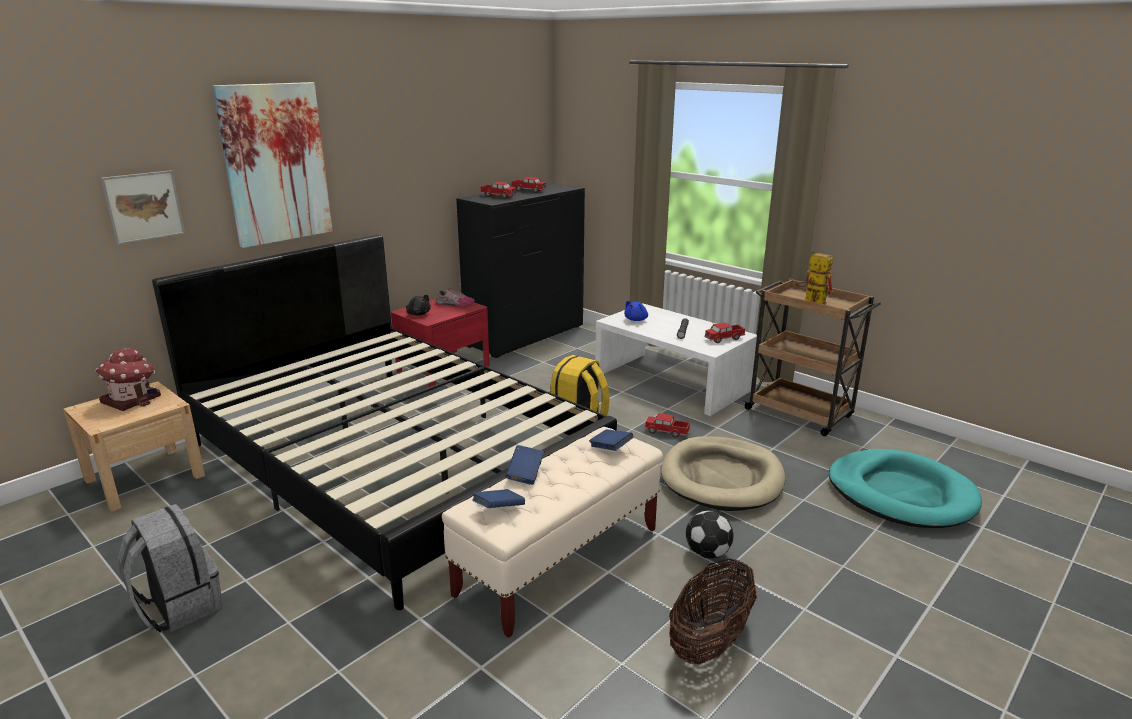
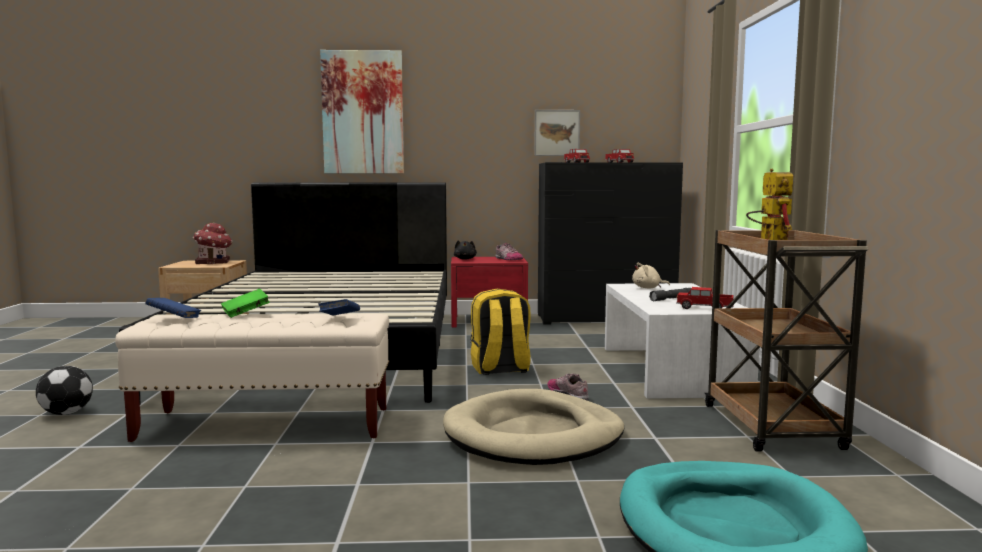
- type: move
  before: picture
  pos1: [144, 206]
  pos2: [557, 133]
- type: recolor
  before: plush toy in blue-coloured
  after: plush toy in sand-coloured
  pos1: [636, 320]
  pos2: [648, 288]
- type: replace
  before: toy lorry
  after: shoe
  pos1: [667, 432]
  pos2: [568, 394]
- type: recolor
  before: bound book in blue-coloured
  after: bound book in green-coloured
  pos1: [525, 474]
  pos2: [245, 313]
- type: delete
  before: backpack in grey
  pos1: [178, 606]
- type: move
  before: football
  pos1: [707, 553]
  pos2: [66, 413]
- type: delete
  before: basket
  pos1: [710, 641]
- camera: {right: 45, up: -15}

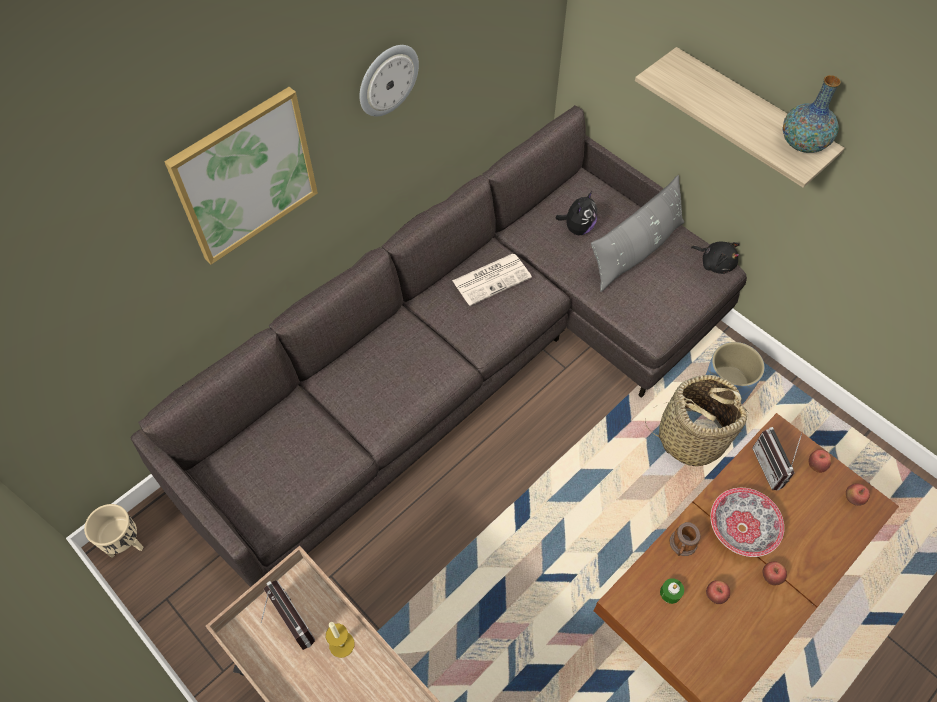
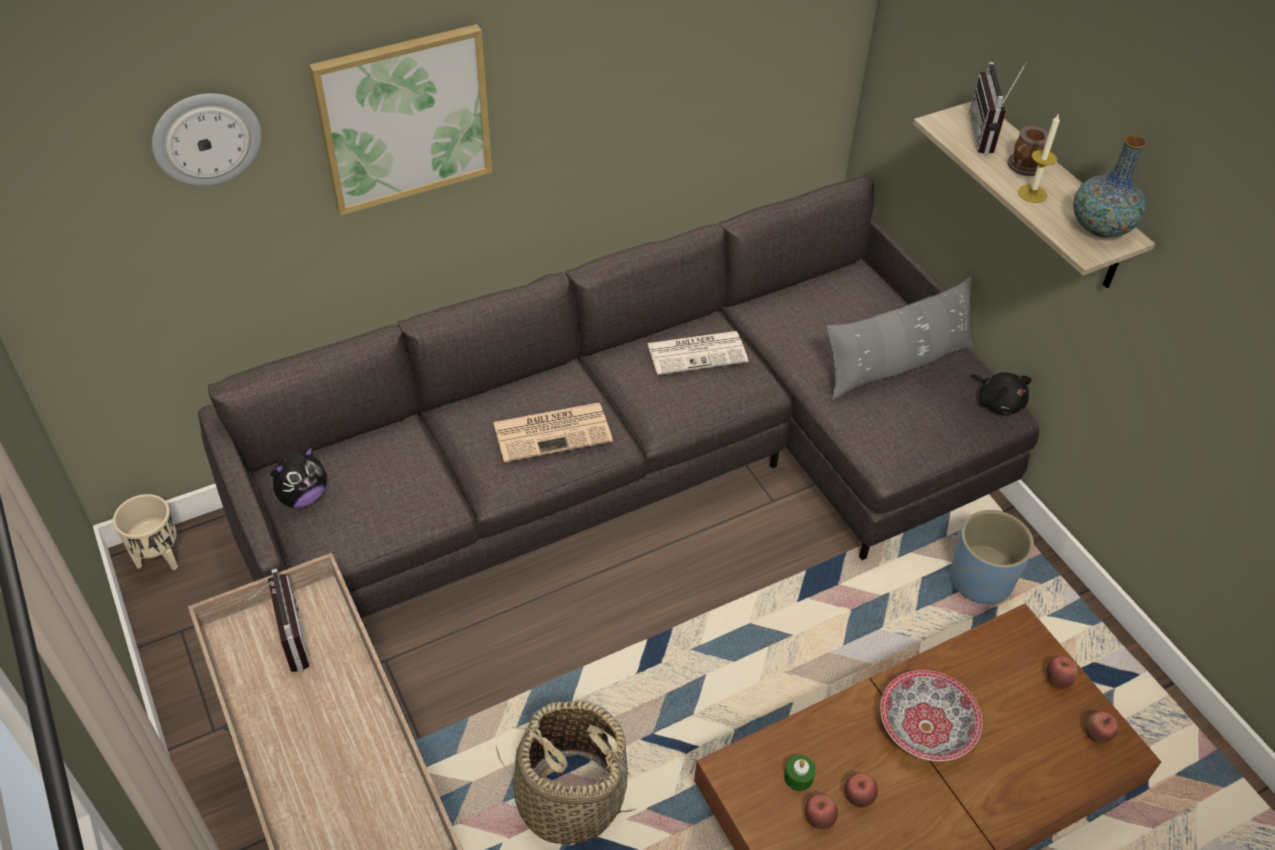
- type: move
  before: hanging clock
  pos1: [387, 79]
  pos2: [206, 138]
- type: move
  before: plush toy
  pos1: [577, 228]
  pos2: [303, 496]
- type: move
  before: basket
  pos1: [691, 437]
  pos2: [570, 797]
- type: move
  before: radio
  pos1: [773, 467]
  pos2: [989, 135]
- type: move
  before: coffee mug
  pos1: [682, 546]
  pos2: [1023, 167]
- type: move
  before: whole apple
  pos1: [770, 577]
  pos2: [818, 819]
- type: move
  before: candle
  pos1: [341, 644]
  pos2: [1032, 193]
- type: insert
  after: printed paper
  pos2: [554, 431]
- camera: {right: 15, up: -10}

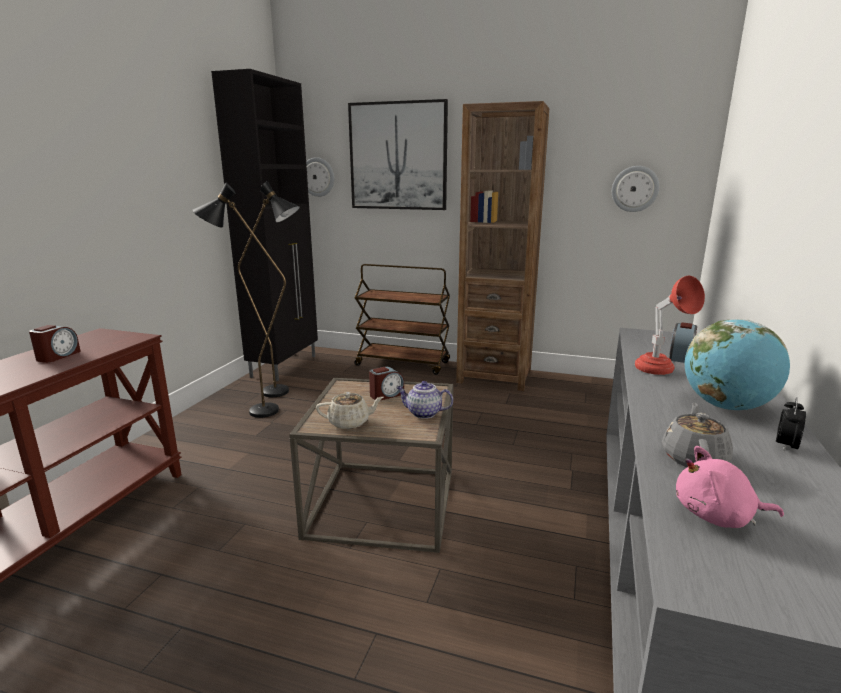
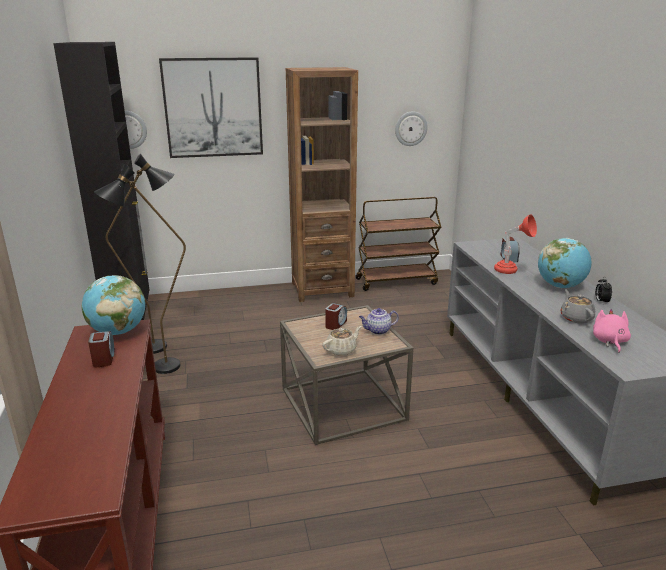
- type: move
  before: cart in brown-coloured
  pos1: [403, 364]
  pos2: [396, 281]
- type: rotate
  before: plush toy in pink-coloured
  pos1: [717, 516]
  pos2: [609, 341]
  turn: 120
- type: insert
  after: desk globe
  pos2: [118, 332]
- camera: {right: -30, up: 5}

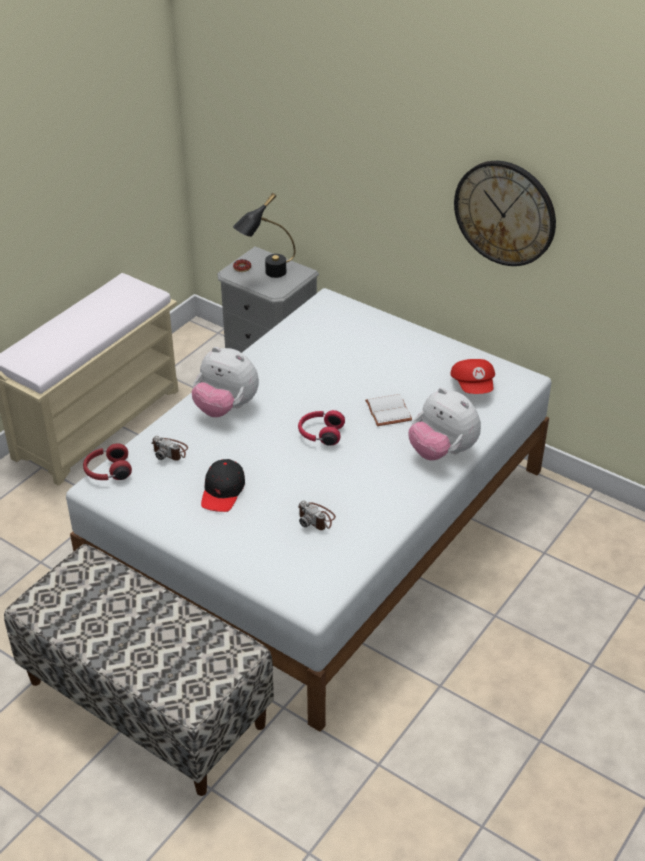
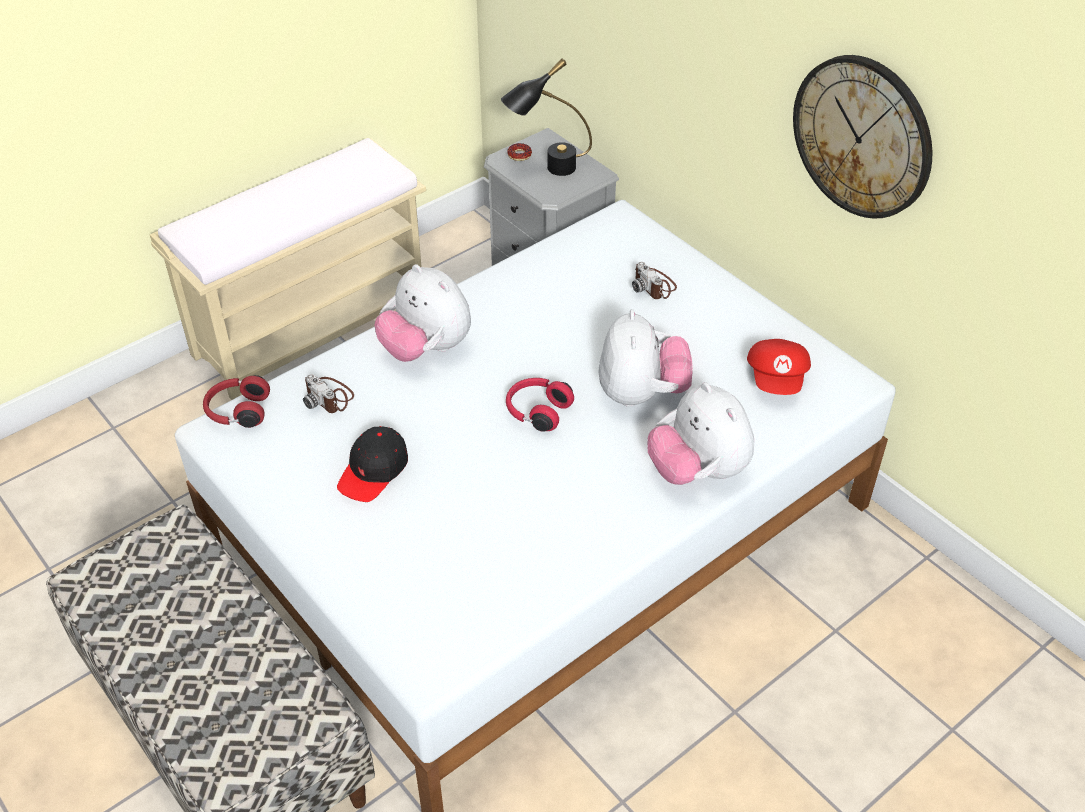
- type: replace
  before: bound book in whitish
  after: plush toy
  pos1: [387, 411]
  pos2: [641, 394]
- type: move
  before: still camera
  pos1: [316, 518]
  pos2: [654, 286]
- camera: {right: 15, up: 5}

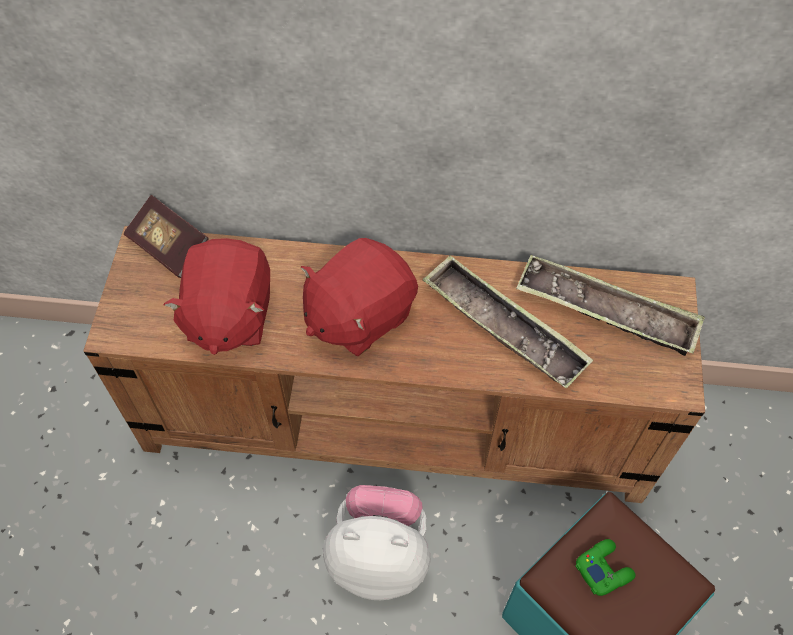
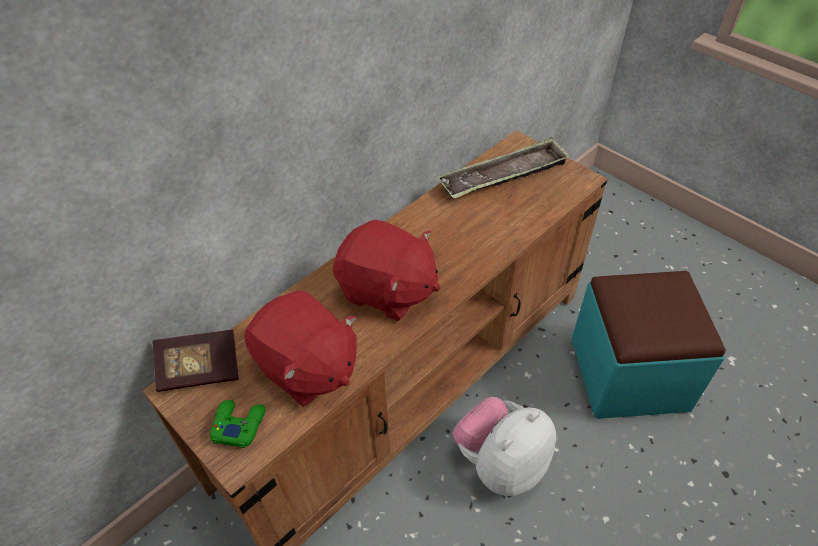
- type: rotate
  before: plush toy in red
  pos1: [358, 315]
  pos2: [387, 291]
  turn: -60
- type: delete
  before: serving tray
  pos1: [503, 326]
- type: move
  before: game controller in green-coloured
  pos1: [603, 569]
  pos2: [238, 425]
- camera: {right: -50, up: -10}

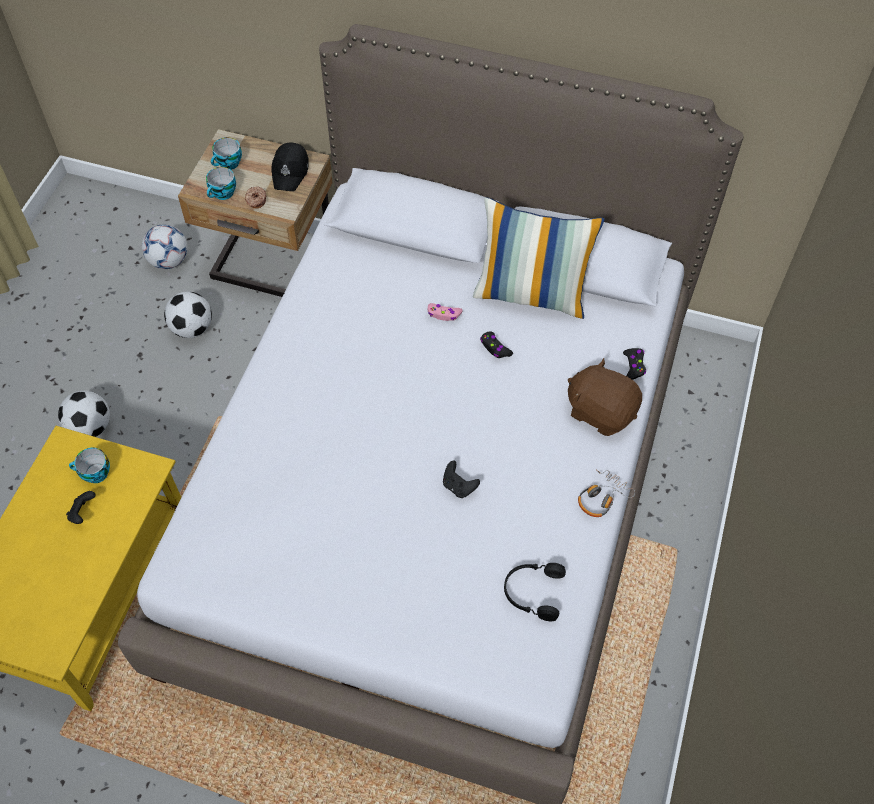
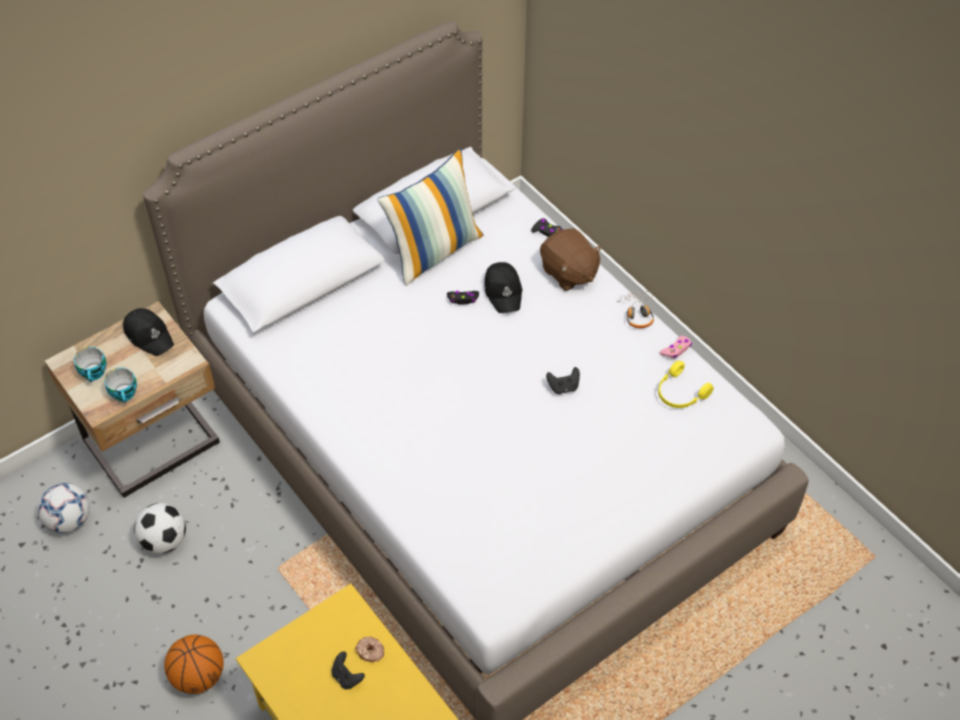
- type: move
  before: donut
  pos1: [256, 200]
  pos2: [370, 652]
- type: move
  before: game controller in pink-coloured
  pos1: [444, 314]
  pos2: [676, 350]
- type: rotate
  before: plush toy in brown-coloured
  pos1: [601, 411]
  pos2: [568, 272]
  turn: -105
- type: replace
  before: football
  after: basketball
  pos1: [90, 427]
  pos2: [198, 676]
- type: delete
  before: cup
  pos1: [94, 474]
- type: recolor
  before: headset in black-coloured
  after: headset in yellow
  pos1: [532, 592]
  pos2: [680, 393]
- type: insert
  after: baseball cap in black-coloured
  pos2: [504, 291]
- camera: {right: -55, up: -5}

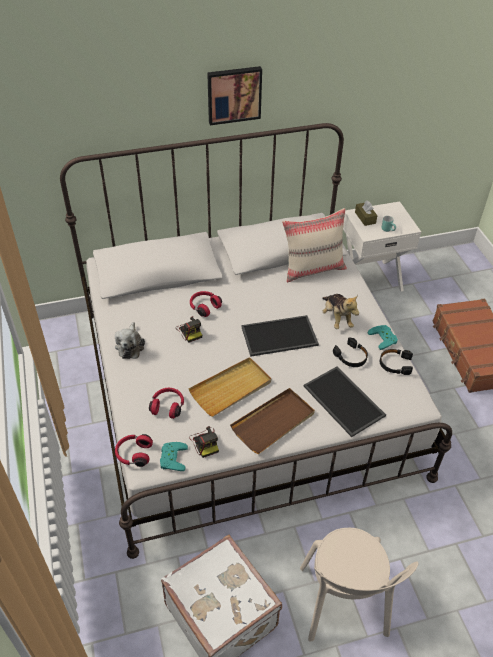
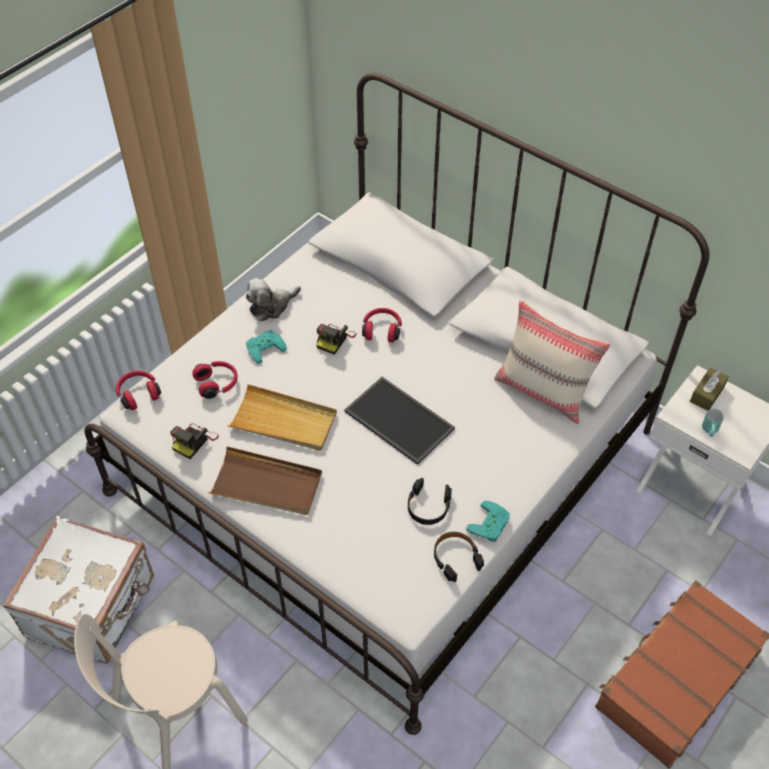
- type: delete
  before: picture
  pos1: [234, 94]
- type: delete
  before: plush toy
  pos1: [337, 318]
- type: delete
  before: serving tray
  pos1: [345, 401]
- type: move
  before: game controller in blue-green
  pos1: [171, 458]
  pos2: [264, 346]
- camera: {right: 55, up: 5}

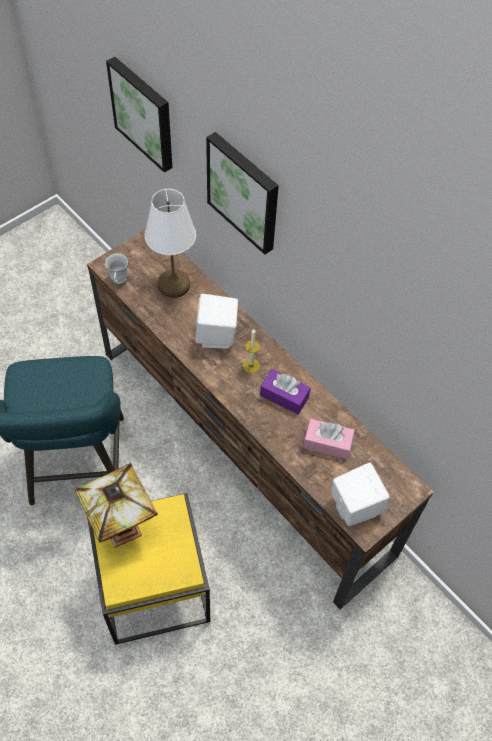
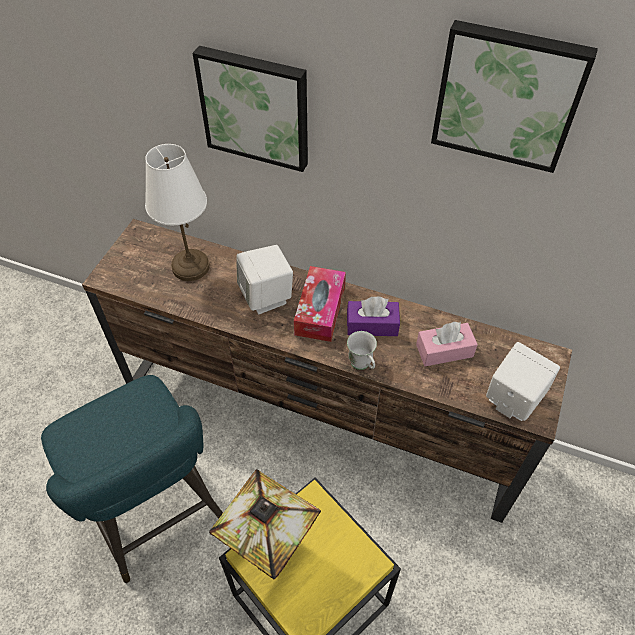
- type: move
  before: picture
  pos1: [144, 113]
  pos2: [508, 95]
- type: move
  before: coffee mug in whitish
  pos1: [118, 282]
  pos2: [362, 366]
- type: replace
  before: candle
  after: tissue box
  pos1: [251, 365]
  pos2: [320, 310]
- camera: {right: -25, up: -5}

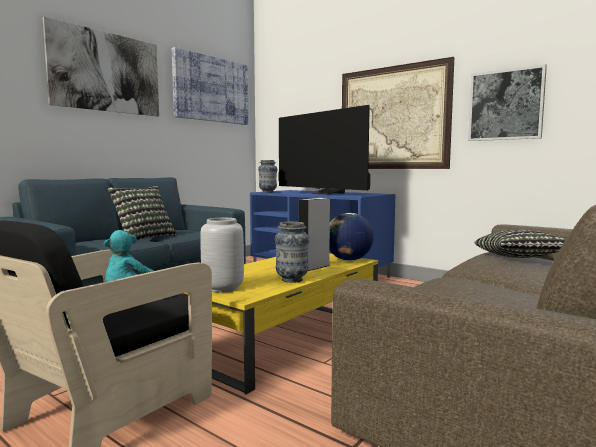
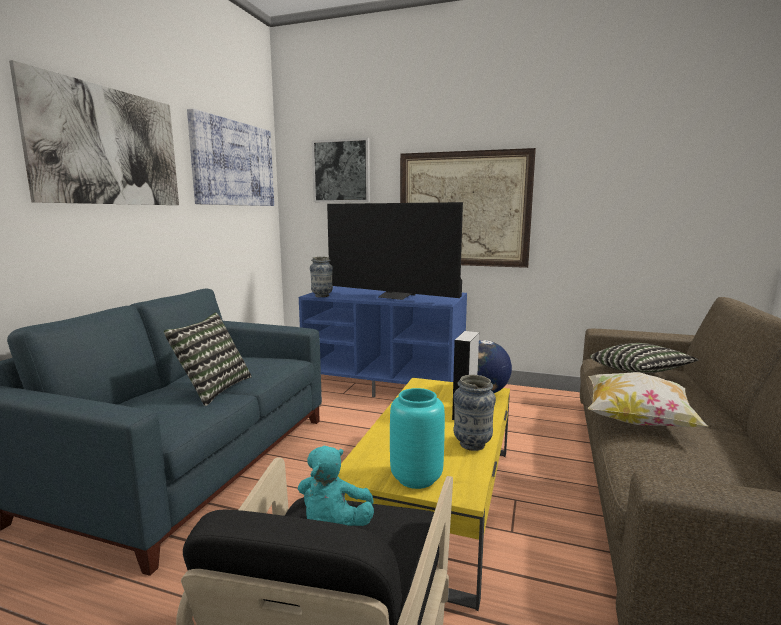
- type: move
  before: picture
  pos1: [505, 105]
  pos2: [341, 171]
- type: recolor
  before: decorative vase in grey
  after: decorative vase in blue-green
  pos1: [222, 288]
  pos2: [415, 478]
- type: insert
  after: pillow
  pos2: [637, 421]
- camera: {right: -20, up: 5}

